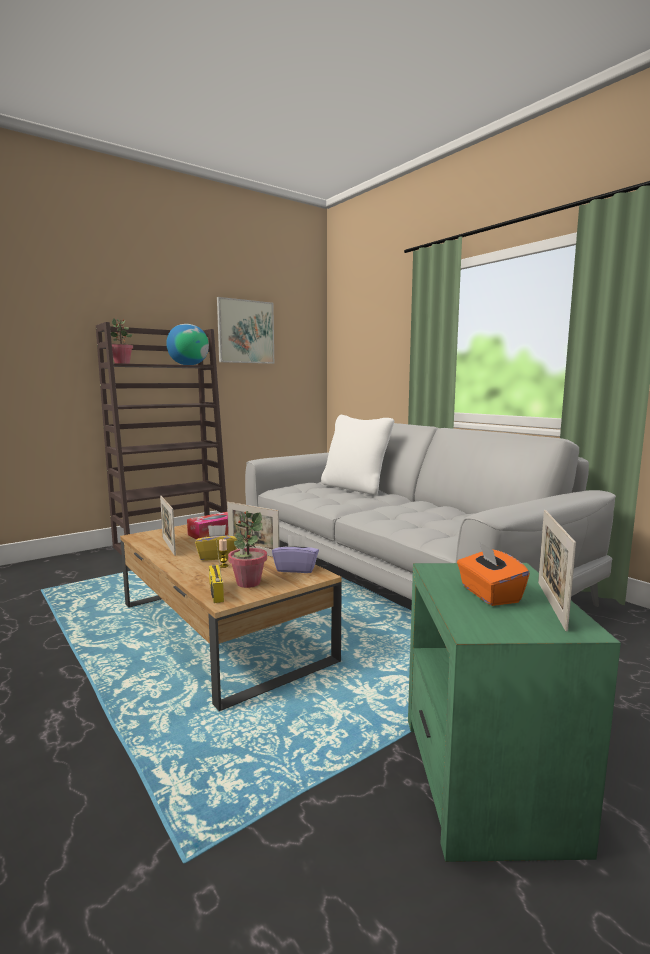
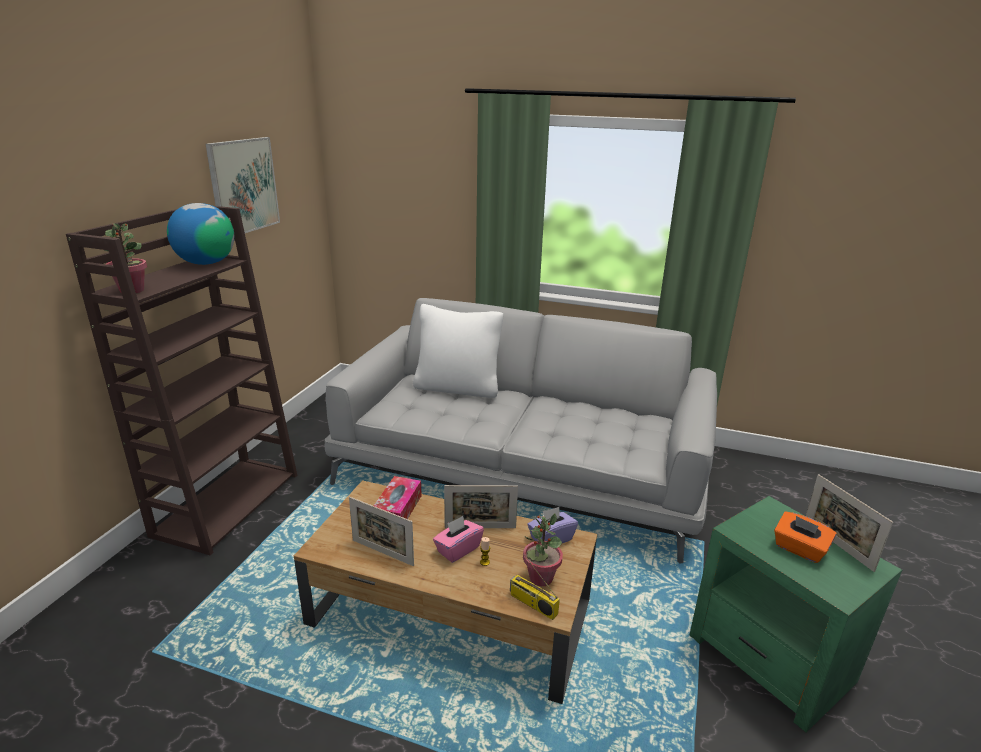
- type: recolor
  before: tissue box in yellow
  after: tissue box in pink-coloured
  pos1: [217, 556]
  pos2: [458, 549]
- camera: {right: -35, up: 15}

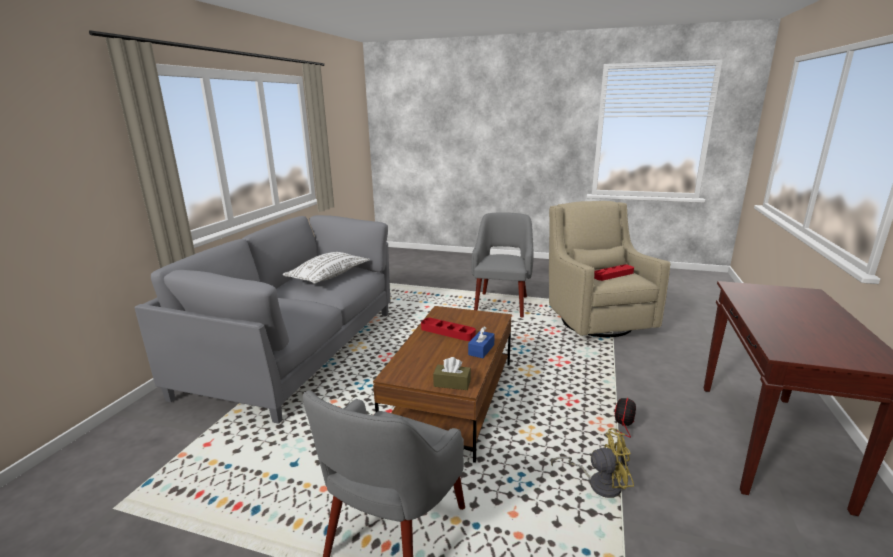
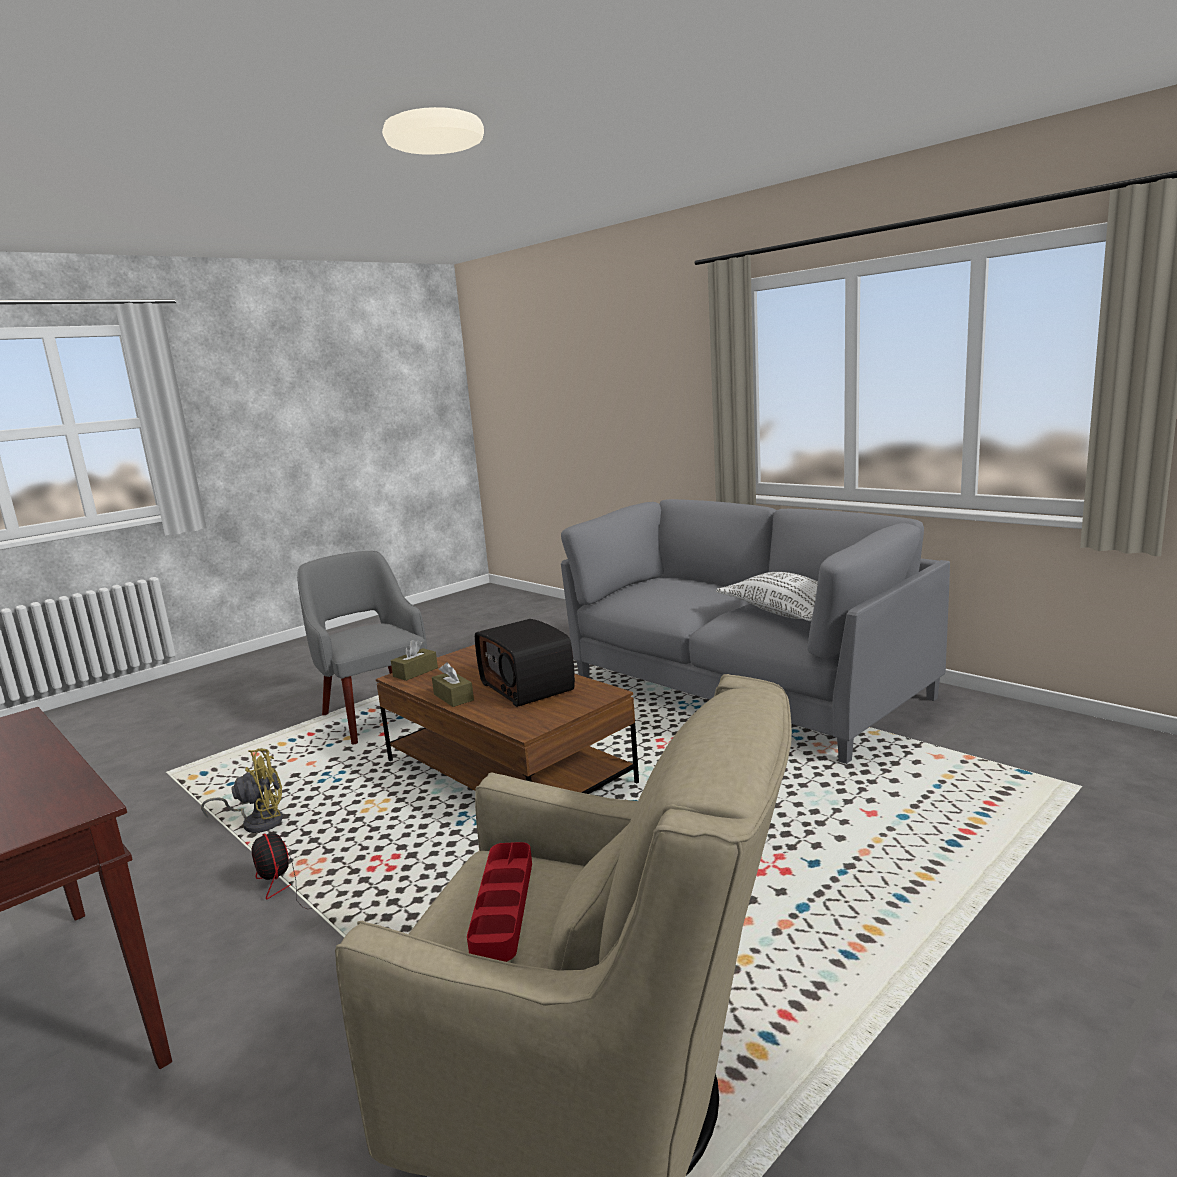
- type: delete
  before: lounge chair in grey
  pos1: [501, 304]
- type: replace
  before: serving tray in red
  after: radio
  pos1: [447, 332]
  pos2: [528, 686]
- type: recolor
  before: tissue box in blue-coloured
  after: tissue box in brown-coloured
  pos1: [481, 350]
  pos2: [453, 697]
- type: rotate
  before: fan in yellow
  pos1: [598, 483]
  pos2: [258, 822]
  turn: -135
- camera: {right: 120, up: -5}

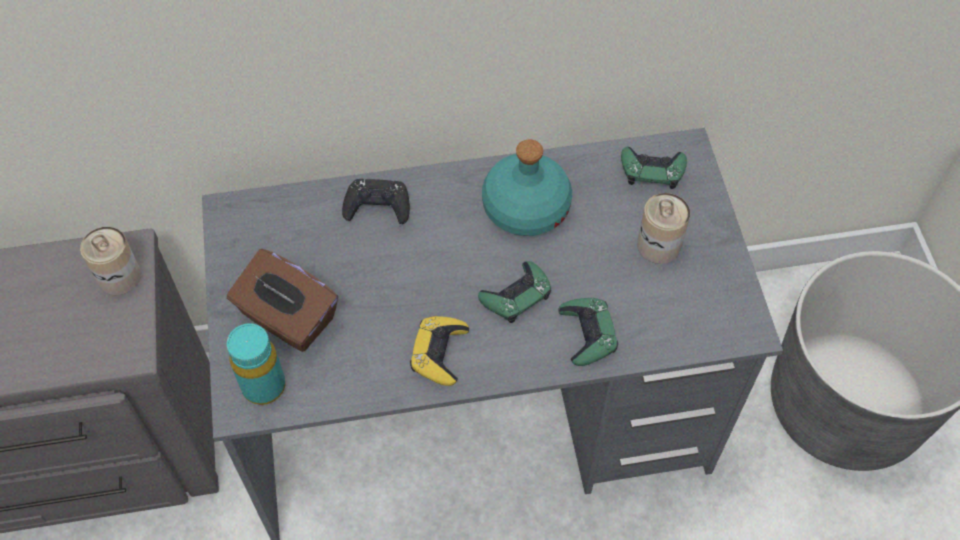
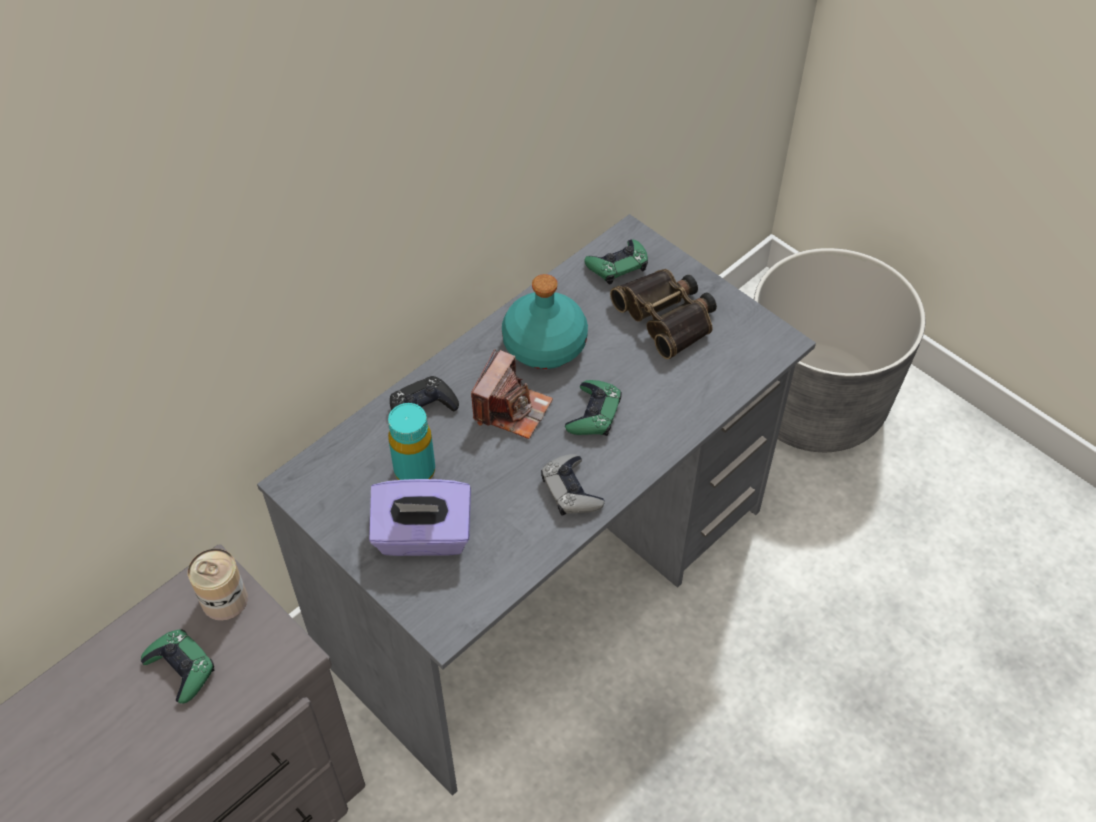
- type: replace
  before: sealed can
  after: field glasses
  pos1: [658, 245]
  pos2: [668, 317]
- type: recolor
  before: tissue box in brown-coloured
  after: tissue box in purple-coloured
  pos1: [287, 318]
  pos2: [423, 537]
- type: move
  before: game controller in green-coloured
  pos1: [587, 334]
  pos2: [181, 668]
- type: recolor
  before: game controller in yellow
  after: game controller in grey
  pos1: [439, 353]
  pos2: [571, 490]
- type: move
  before: beverage bottle in blue-green
  pos1: [264, 386]
  pos2: [415, 470]
- type: insert
  after: still camera
  pos2: [512, 409]
- camera: {right: -35, up: -5}

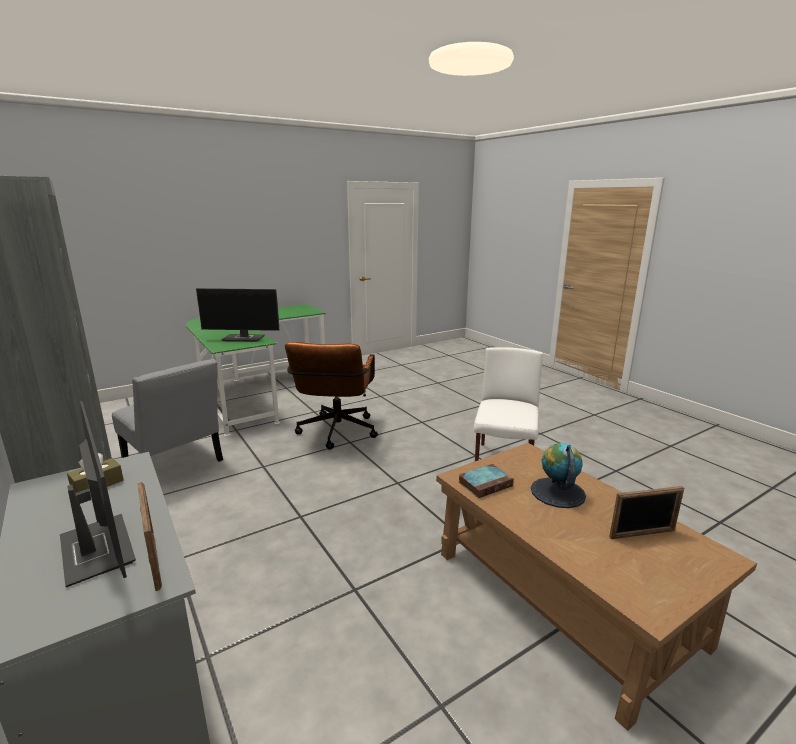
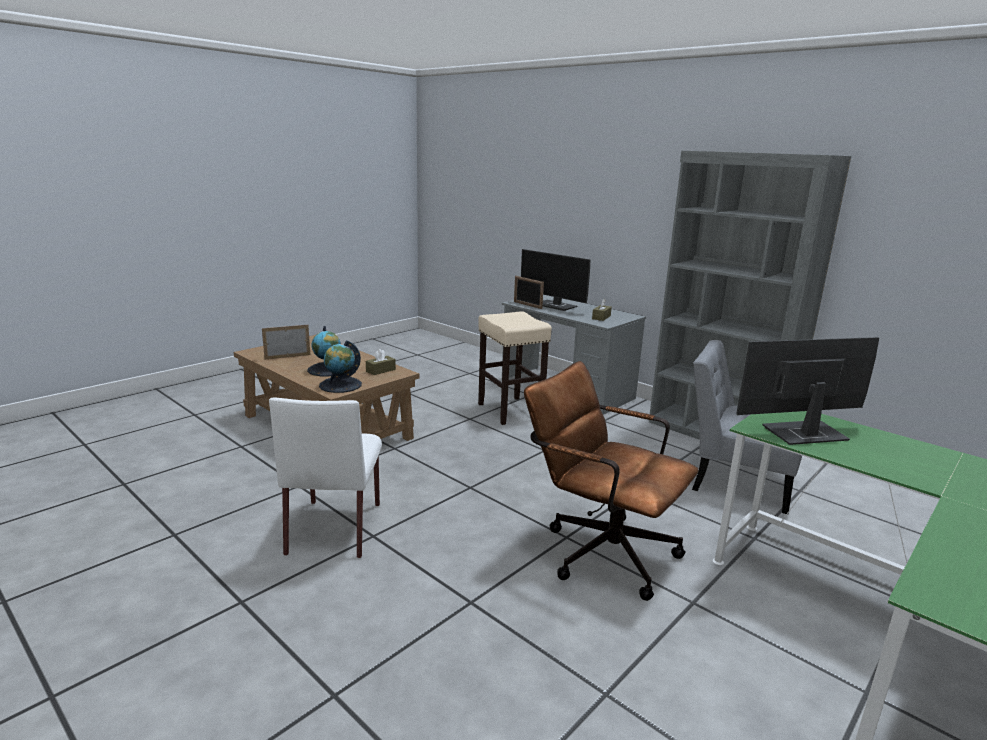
- type: rotate
  before: desk chair in brown-coloured
  pos1: [336, 434]
  pos2: [600, 550]
  turn: -45
- type: replace
  before: bound book
  after: tissue box in brown-coloured
  pos1: [485, 484]
  pos2: [380, 370]
- type: insert
  after: stool seat in sand-coloured
  pos2: [509, 410]
- type: insert
  after: desk globe
  pos2: [340, 385]
- camera: {right: 165, up: 0}

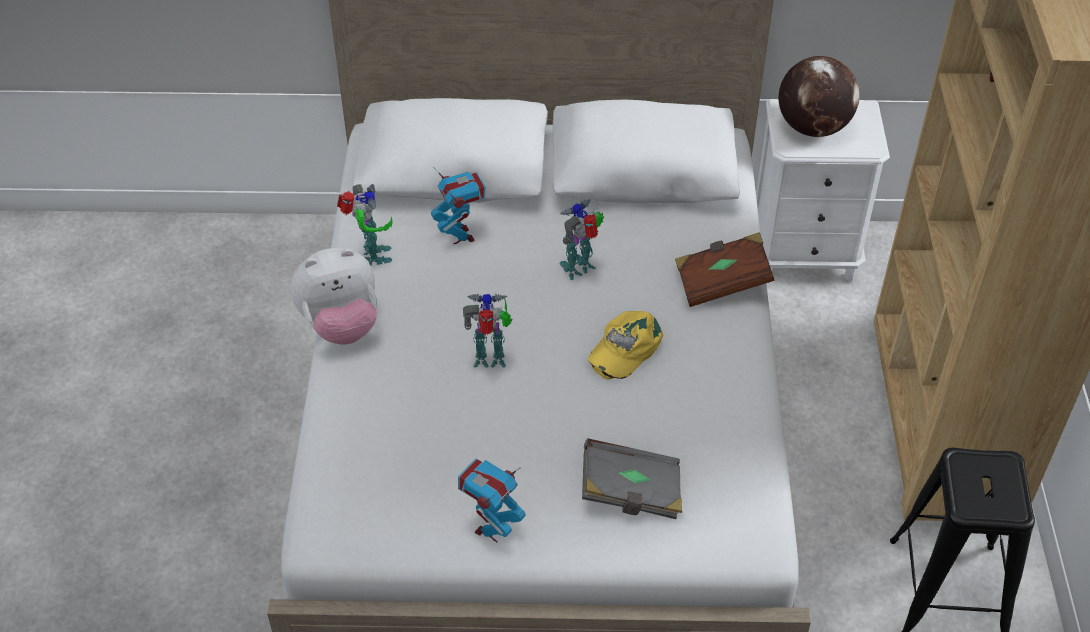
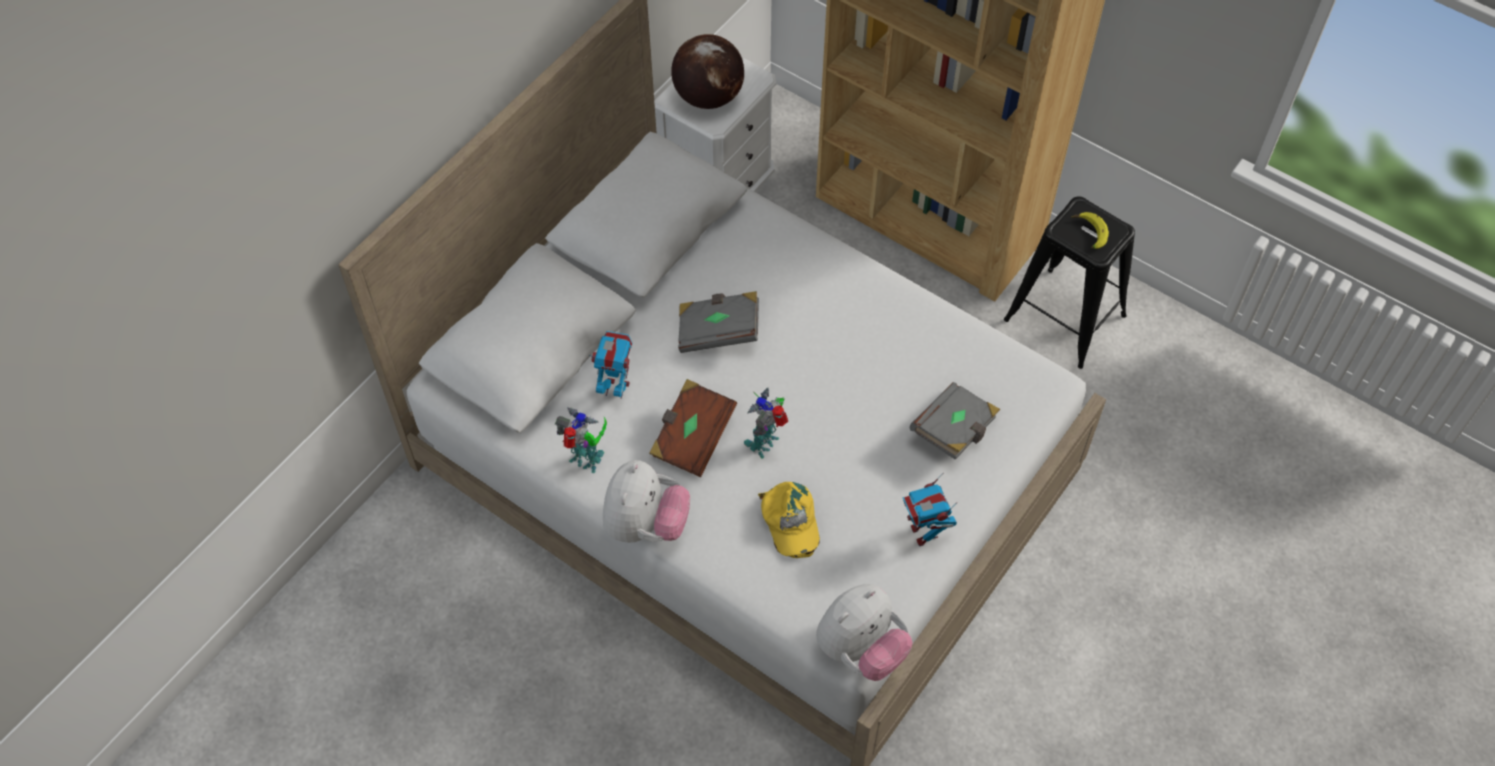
- type: replace
  before: model robot
  after: bound book in grey
  pos1: [580, 268]
  pos2: [718, 331]
- type: move
  before: bound book in brown-coloured
  pos1: [722, 282]
  pos2: [692, 437]
- type: move
  before: baseball cap in yellow
  pos1: [625, 348]
  pos2: [790, 521]
- type: insert
  after: banana
  pos2: [1088, 233]
- type: insert
  after: plush toy
  pos2: [860, 649]
- camera: {right: -55, up: 10}

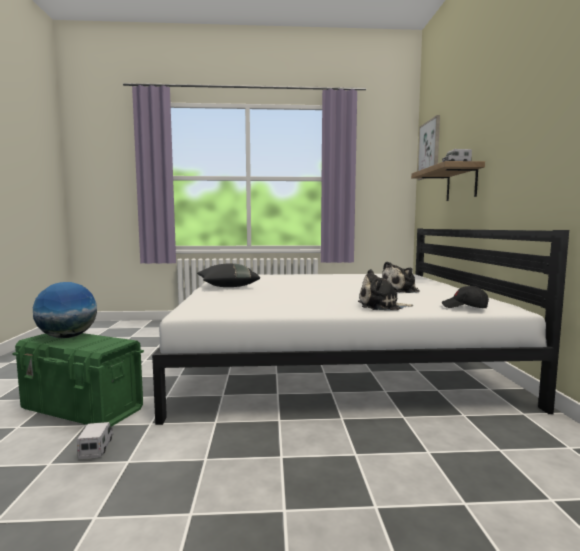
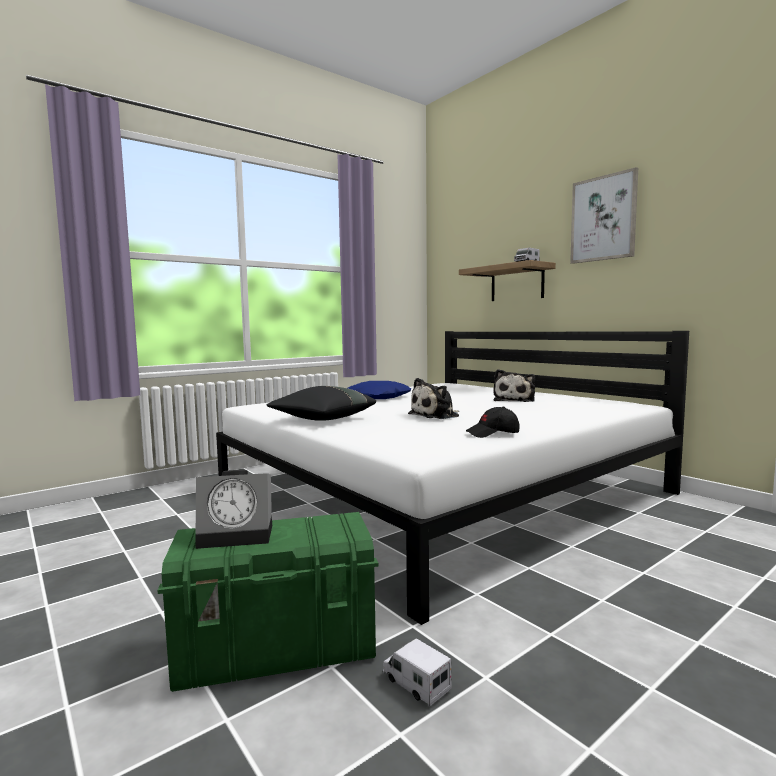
- type: move
  before: picture
  pos1: [429, 149]
  pos2: [603, 218]
- type: move
  before: plush toy
  pos1: [381, 306]
  pos2: [436, 415]
- type: replace
  before: desk globe
  after: bedside clock
  pos1: [68, 337]
  pos2: [239, 534]
- type: move
  before: baseball cap in black-coloured
  pos1: [464, 307]
  pos2: [493, 434]
- type: insert
  after: pillow in blue-coloured
  pos2: [378, 397]
- camera: {right: -35, up: 0}

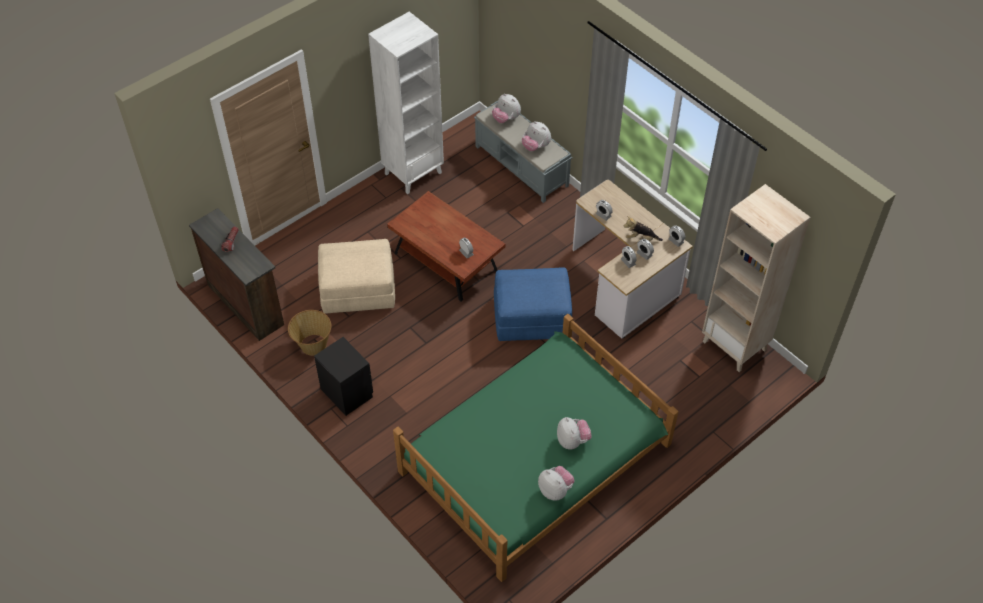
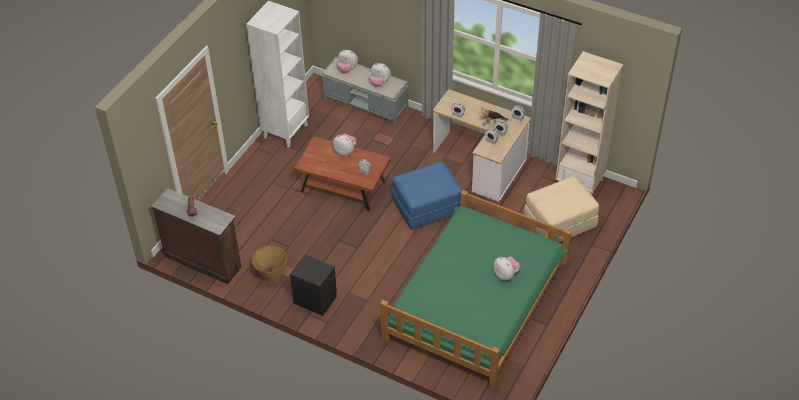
- type: move
  before: ottoman in sand-coloured
  pos1: [357, 290]
  pos2: [559, 223]
- type: move
  before: plush toy
  pos1: [555, 490]
  pos2: [345, 151]
- camera: {right: -20, up: -5}

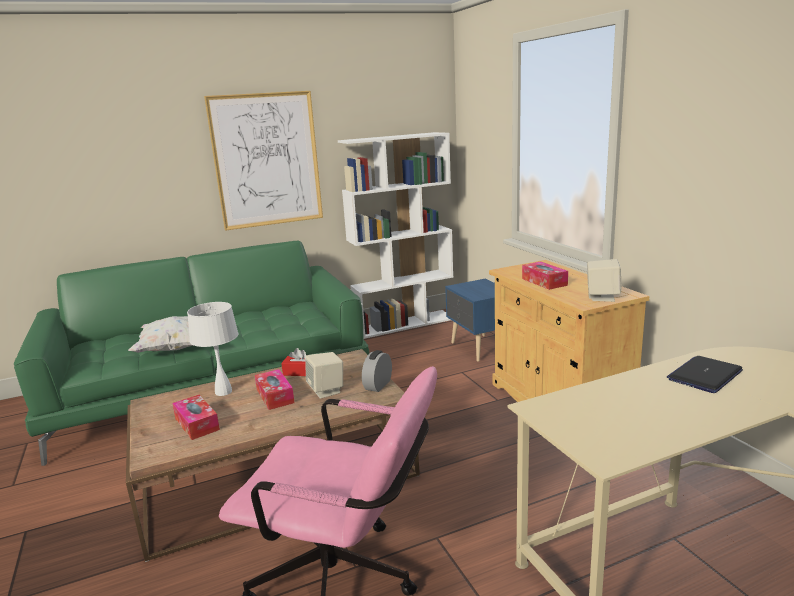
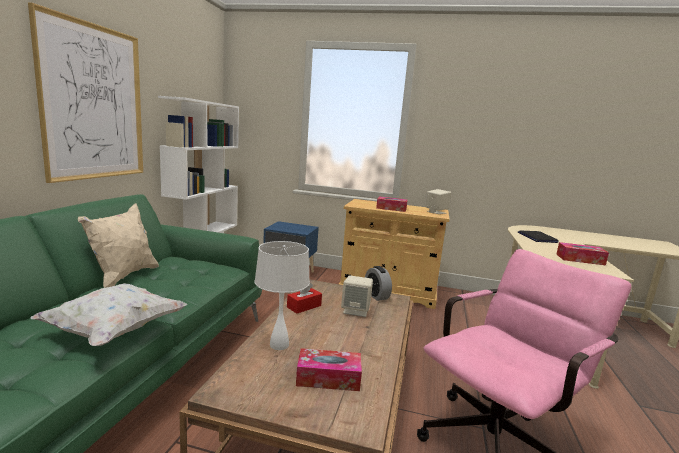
- type: move
  before: tissue box
  pos1: [275, 396]
  pos2: [580, 259]
- type: insert
  after: pillow in sand-coloured
  pos2: [124, 276]
- camera: {right: -55, up: -5}

